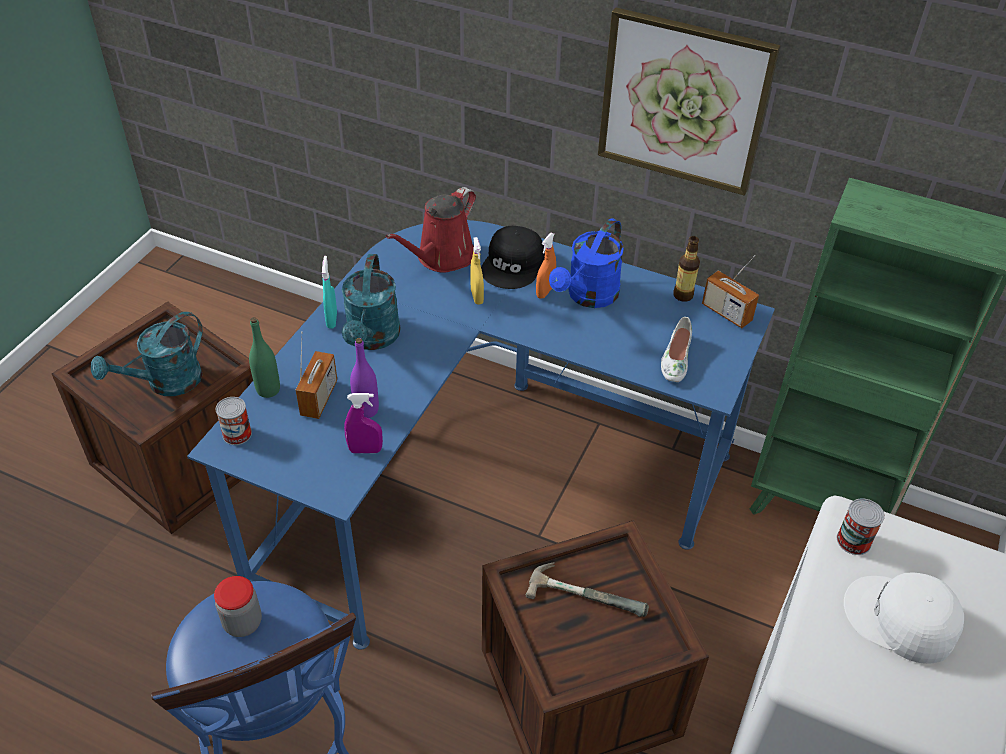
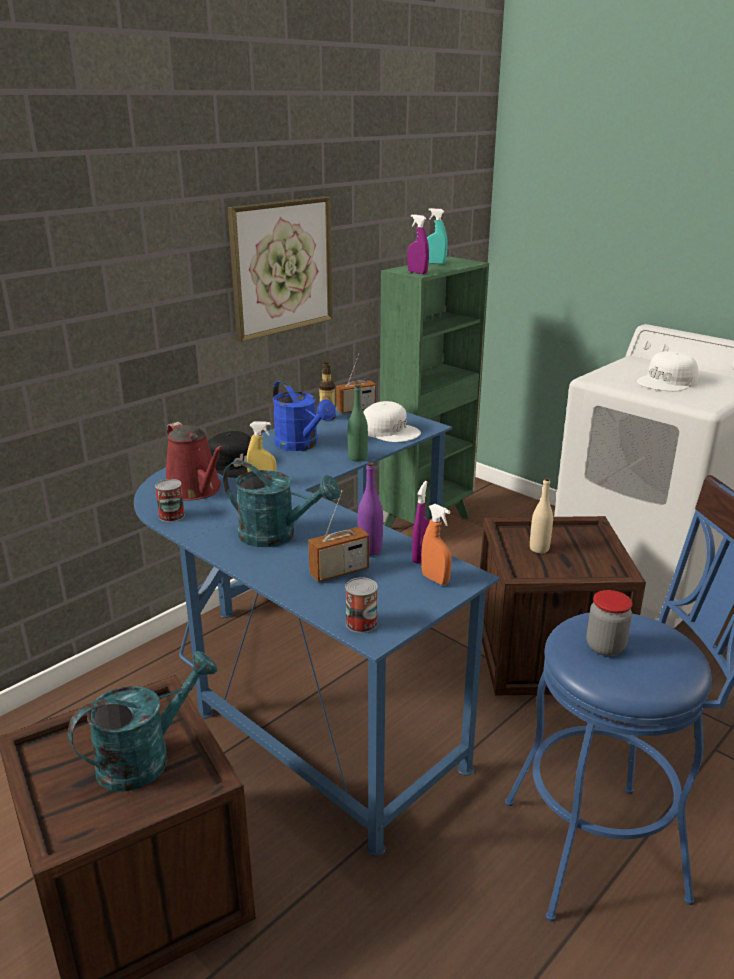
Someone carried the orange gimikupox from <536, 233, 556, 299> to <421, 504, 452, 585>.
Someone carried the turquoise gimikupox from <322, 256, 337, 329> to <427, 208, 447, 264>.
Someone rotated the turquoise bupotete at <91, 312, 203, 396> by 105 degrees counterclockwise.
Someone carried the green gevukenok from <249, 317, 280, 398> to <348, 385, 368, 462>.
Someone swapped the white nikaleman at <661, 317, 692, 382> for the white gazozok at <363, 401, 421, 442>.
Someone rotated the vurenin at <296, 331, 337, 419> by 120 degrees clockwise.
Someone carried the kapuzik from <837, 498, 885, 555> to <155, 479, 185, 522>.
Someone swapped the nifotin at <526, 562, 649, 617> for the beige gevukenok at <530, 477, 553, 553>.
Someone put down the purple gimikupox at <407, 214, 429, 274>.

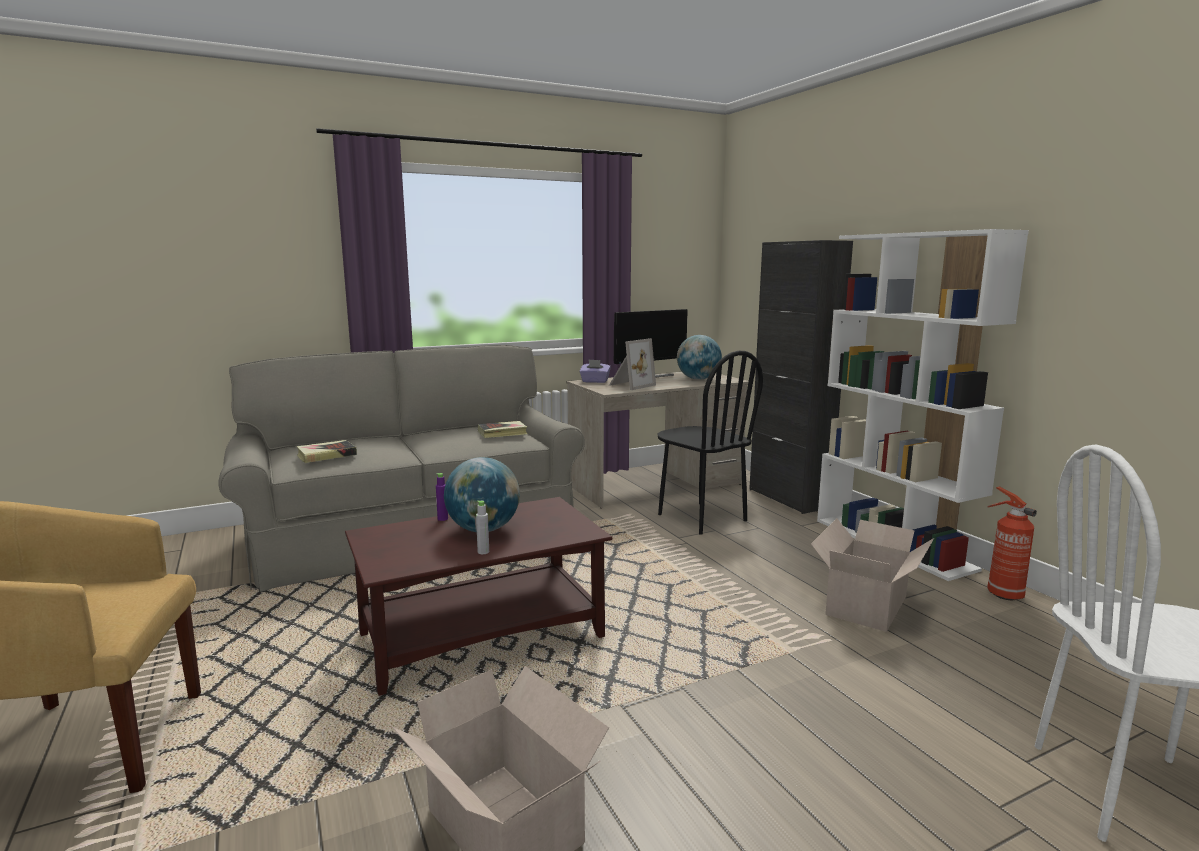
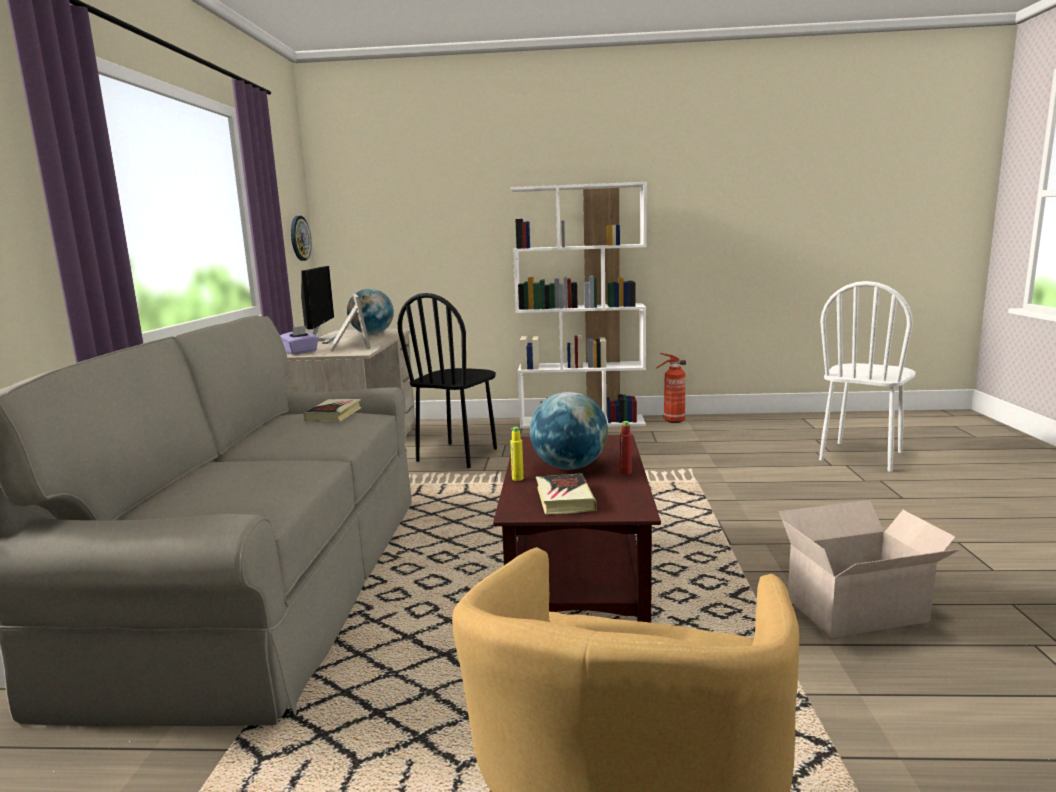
Someone took away the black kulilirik at <749, 240, 853, 514>.
Someone rotated the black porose at <658, 351, 763, 535> by 120 degrees clockwise.
Someone carried the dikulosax from <296, 440, 357, 463> to <536, 473, 597, 515>.
Someone repainted the purple gevukenok at <436, 473, 448, 521>, which became the yellow gevukenok at <510, 427, 524, 481>.
Someone repainted the grey gevukenok at <476, 501, 489, 554>, which became the red gevukenok at <620, 421, 632, 474>.
Someone took away the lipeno at <811, 518, 934, 632>.
Someone put up the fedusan at <291, 216, 312, 261>.

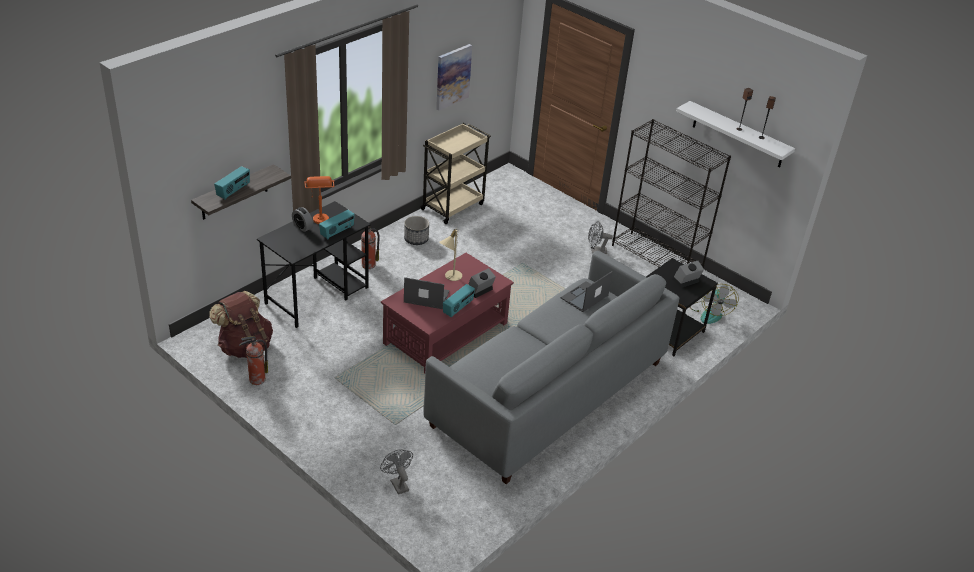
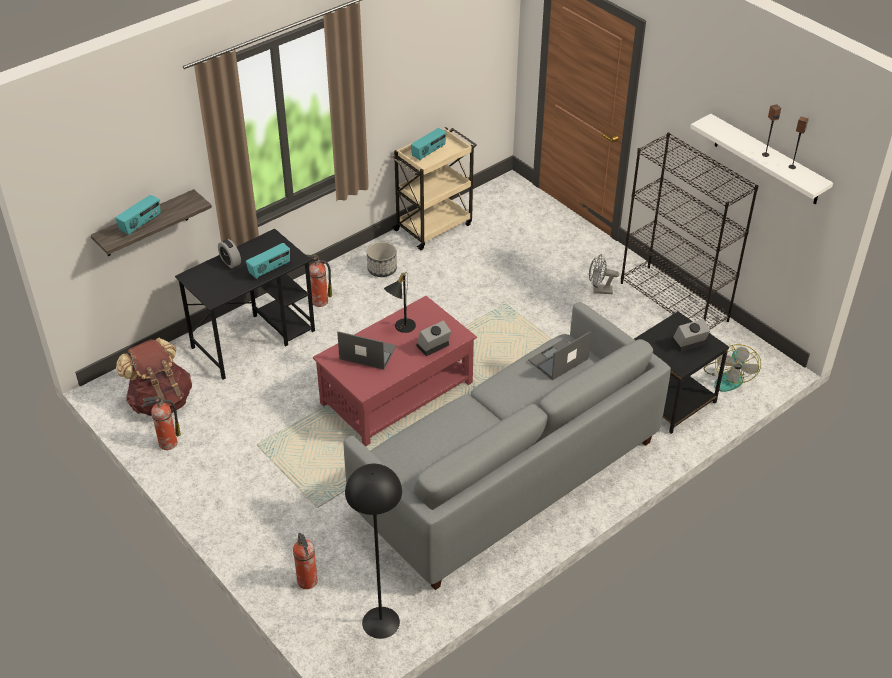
Someone took away the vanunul at <436, 44, 472, 111>.
Someone took away the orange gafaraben at <304, 176, 334, 224>.
Someone repainted the beige gafaraben at <439, 228, 462, 281>, which became the black gafaraben at <384, 273, 416, 333>.
Someone carried the vurenin from <443, 284, 475, 317> to <411, 128, 446, 161>.
Someone swapped the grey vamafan at <380, 449, 413, 495> for the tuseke at <293, 533, 318, 589>.
Someone put down the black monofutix at <345, 464, 402, 639>.

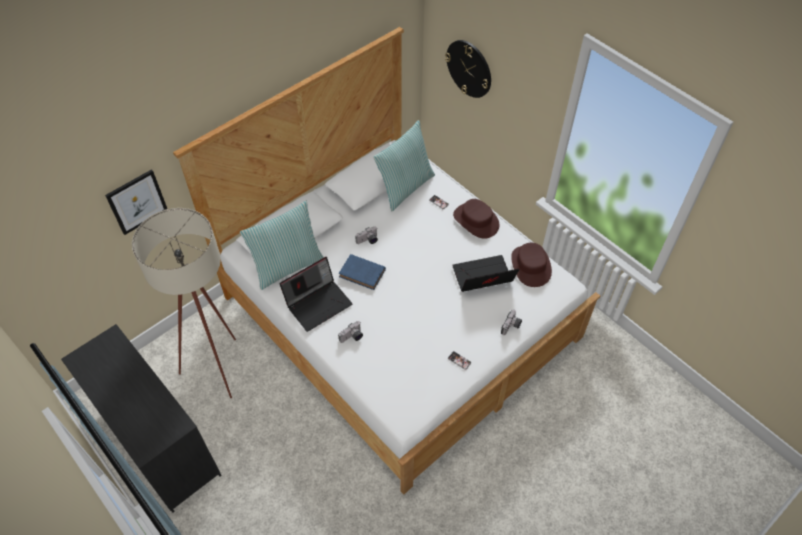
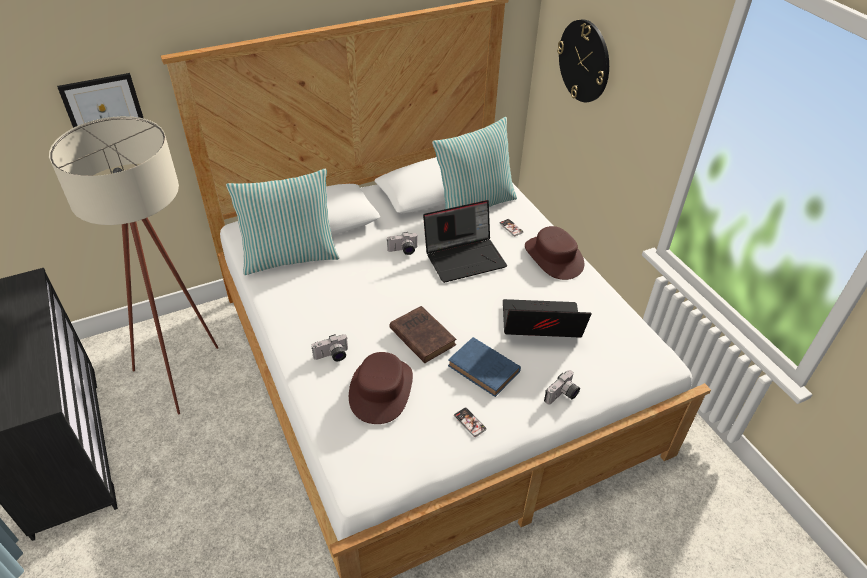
Someone carried the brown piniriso from <511, 243, 552, 287> to <349, 352, 413, 424>.
Someone carried the blue dikulosax from <339, 254, 386, 290> to <448, 337, 521, 397>.
Someone carried the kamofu from <280, 257, 352, 332> to <423, 200, 507, 283>.
Someone put down the brown dikulosax at <390, 306, 456, 363>.

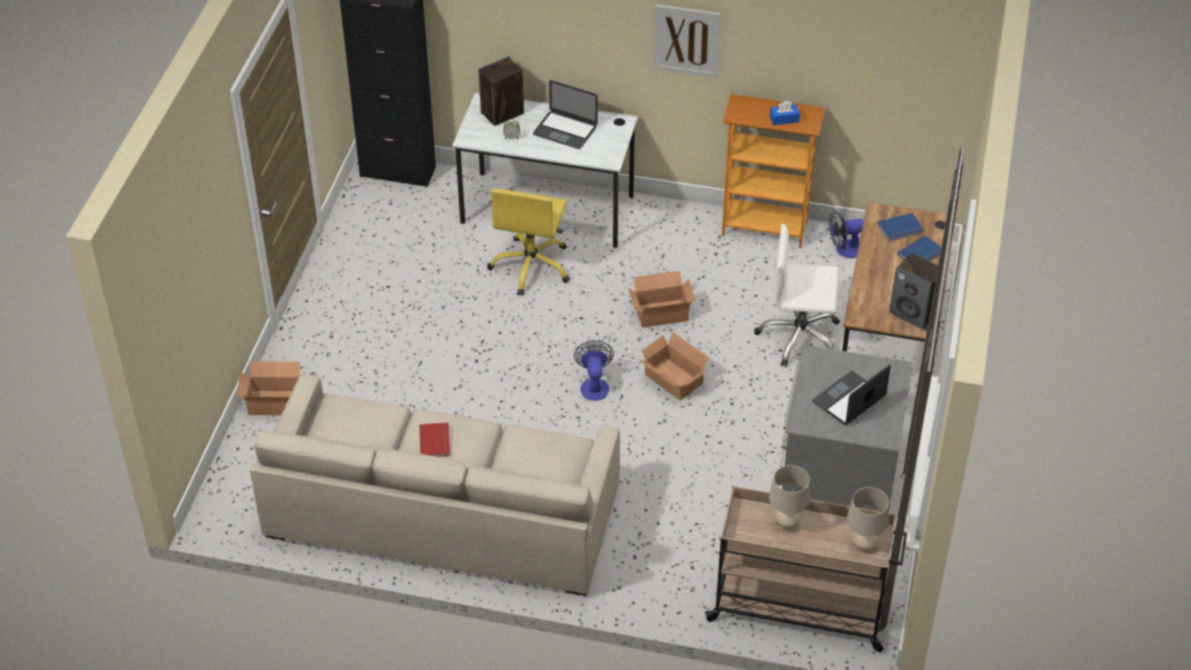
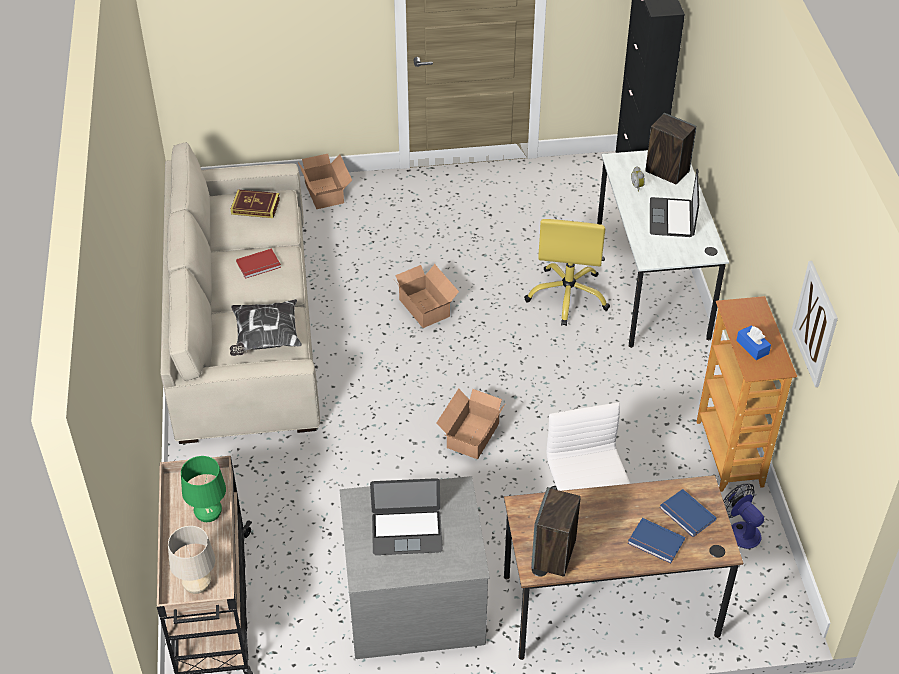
Someone carried the vanunul from <654, 4, 721, 78> to <792, 261, 838, 387>.
Someone rotated the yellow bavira at <487, 189, 570, 296> by 75 degrees counterclockwise.
Someone carried the lipeno from <628, 271, 695, 328> to <395, 264, 459, 328>.
Someone took away the vamafan at <574, 340, 614, 401>.
Someone rotated the kamofu at <812, 364, 891, 425> by 150 degrees clockwise.
Someone repainted the beige gafaraben at <769, 465, 810, 528>, which became the green gafaraben at <181, 456, 226, 522>.
Someone put down the dikulosax at <231, 190, 280, 218>.
Someone put down the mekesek at <230, 299, 302, 356>.

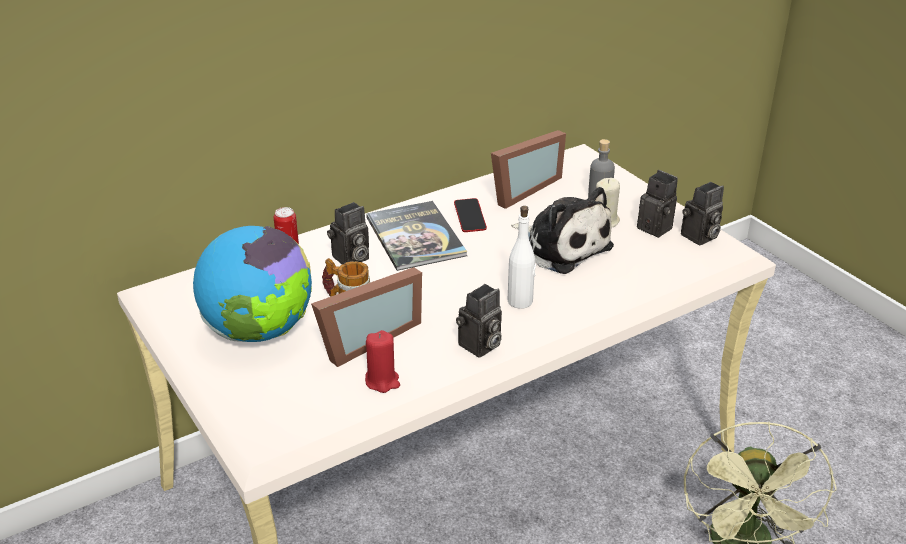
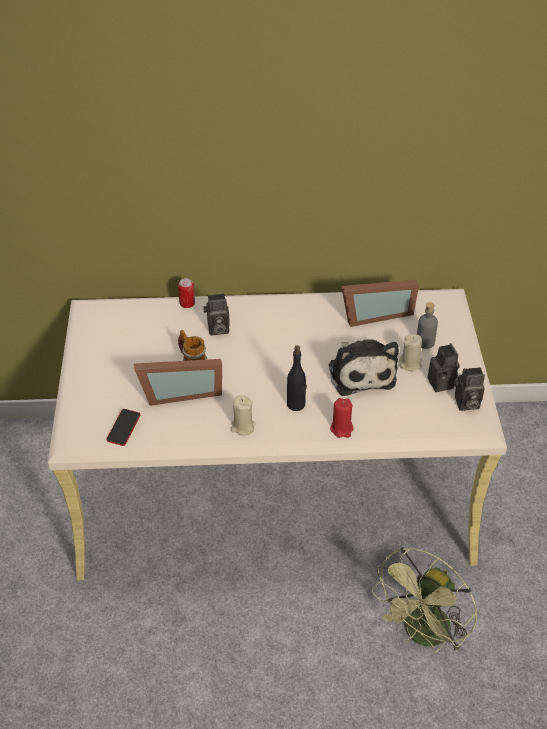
Someone carried the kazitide from <454, 198, 487, 232> to <106, 409, 141, 446>.
Someone took away the dikulosax at <366, 201, 467, 271>.
Someone repainted the white gevukenok at <508, 206, 536, 309>, which became the black gevukenok at <287, 345, 307, 411>.
Someone took away the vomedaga at <193, 226, 312, 342>.
Someone swapped the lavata at <456, 284, 502, 358> for the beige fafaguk at <230, 395, 255, 435>.
Someone carried the red fafaguk from <365, 330, 400, 393> to <330, 398, 353, 438>.

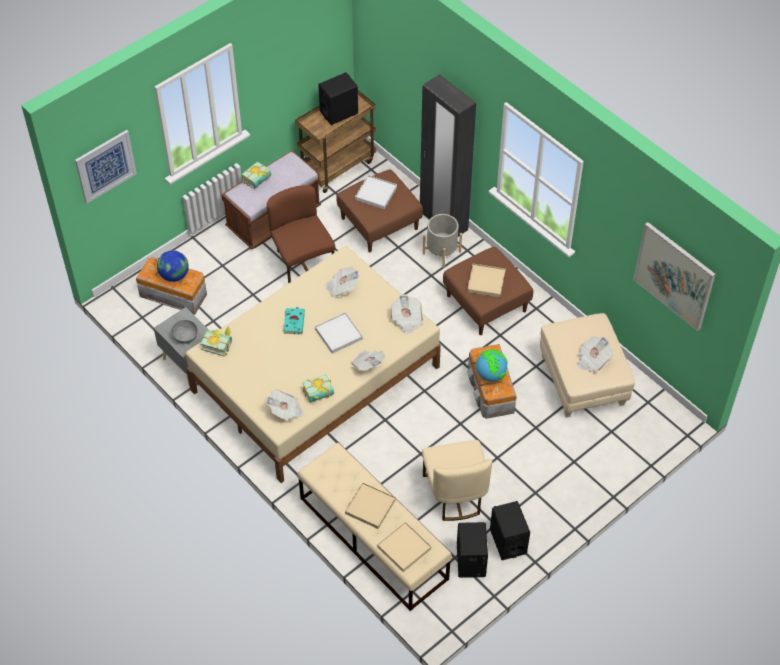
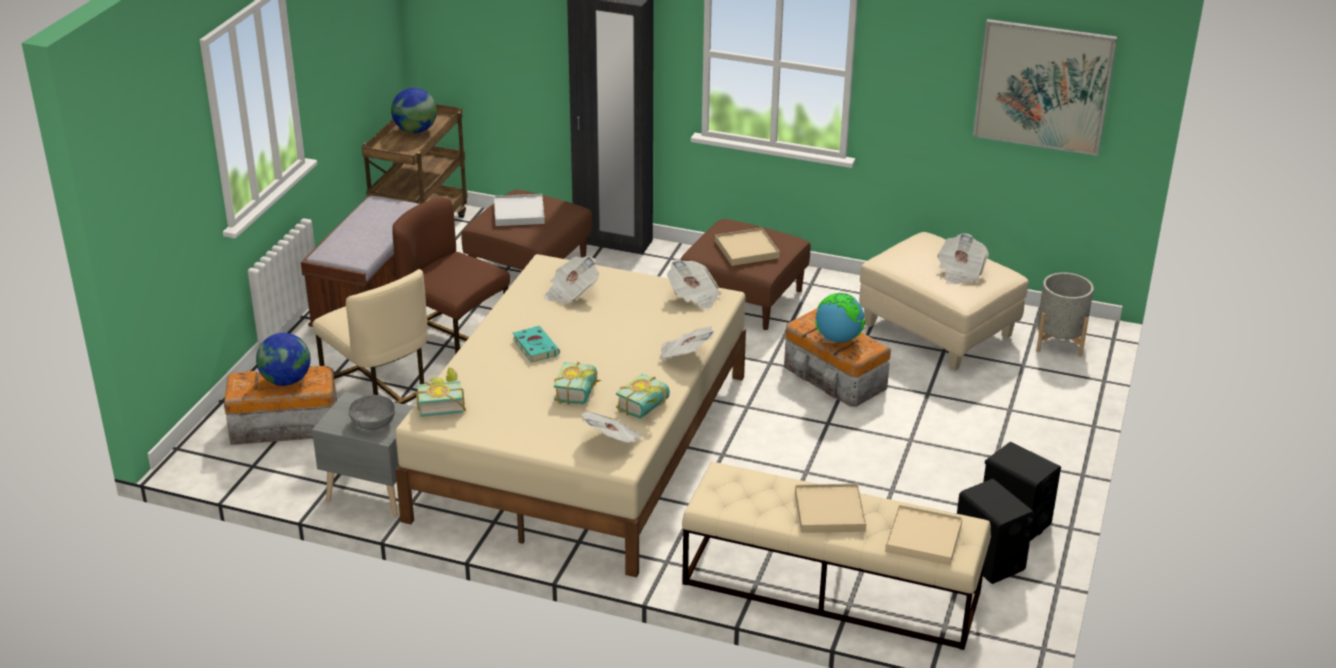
Someone swapped the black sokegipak at <318, 72, 358, 125> for the vomedaga at <391, 88, 437, 133>.
Someone took away the vanunul at <75, 130, 137, 204>.
Someone carried the dikulosax from <242, 162, 271, 189> to <554, 361, 601, 405>.
Someone carried the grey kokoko from <423, 214, 462, 268> to <1036, 272, 1094, 357>.
Someone took away the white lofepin at <315, 312, 363, 354>.
Someone carried the beige porose from <422, 440, 492, 521> to <313, 269, 428, 404>.

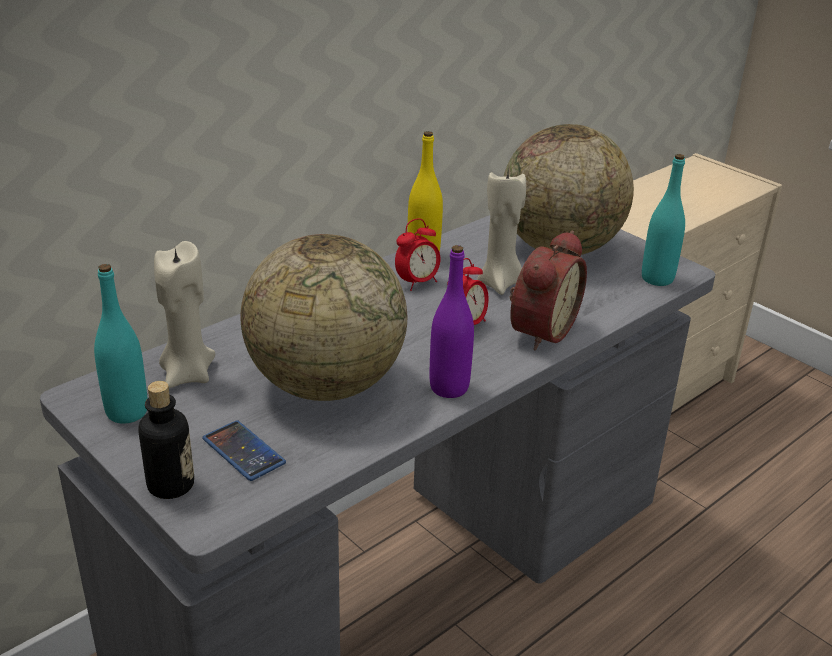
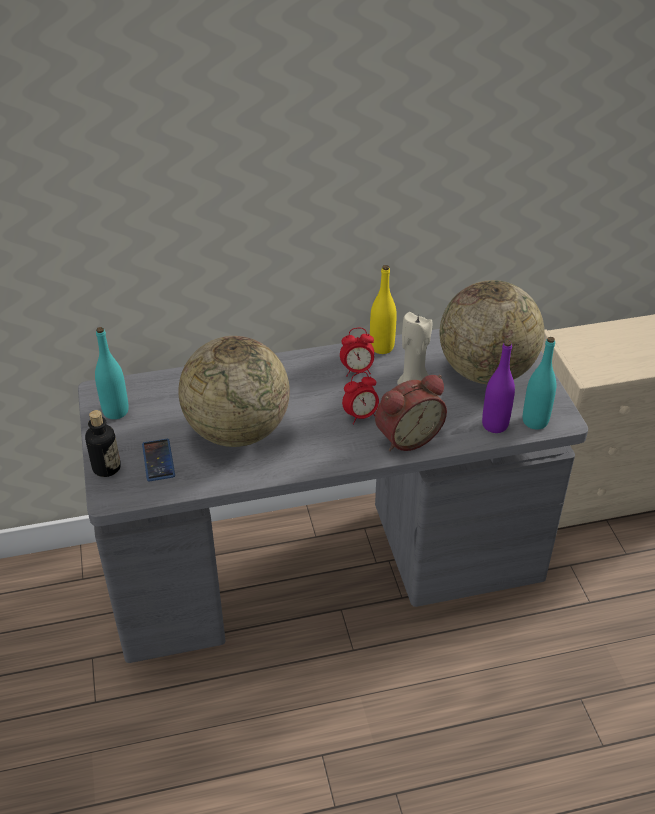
Someone took away the beige fafaguk at <154, 241, 215, 388>.
Someone carried the purple gevukenok from <430, 245, 474, 398> to <482, 340, 515, 433>.

